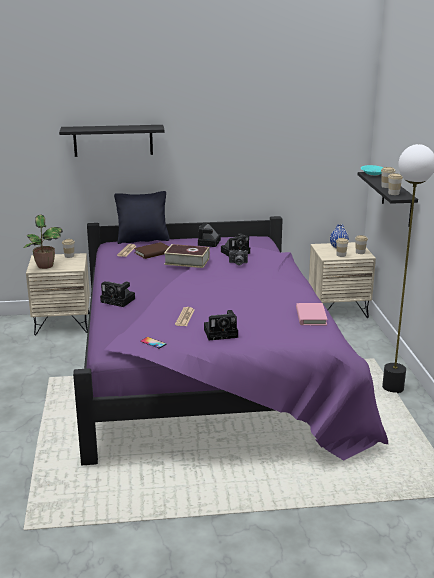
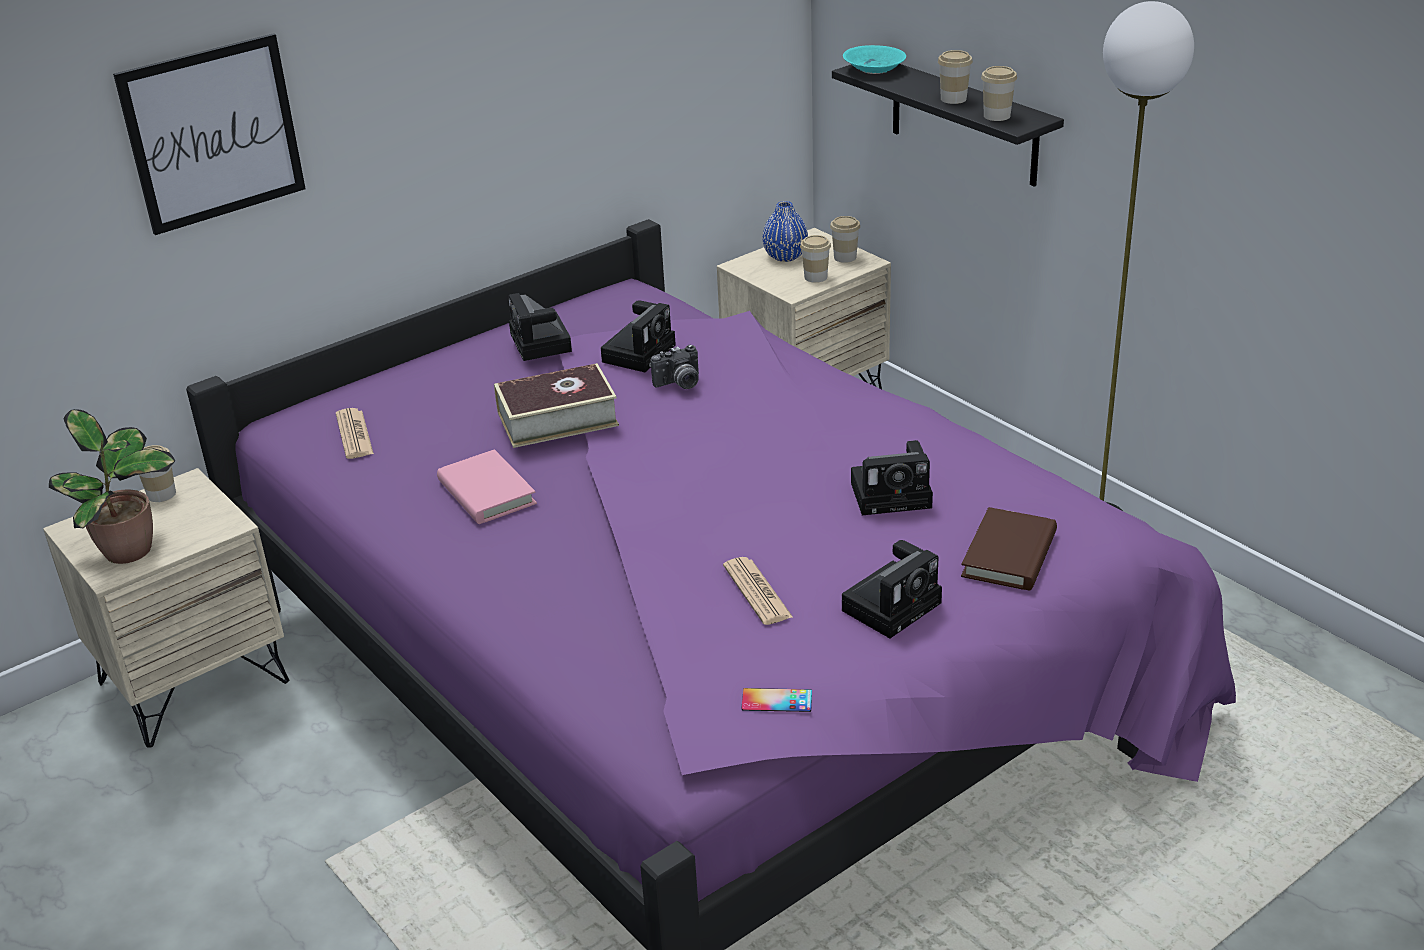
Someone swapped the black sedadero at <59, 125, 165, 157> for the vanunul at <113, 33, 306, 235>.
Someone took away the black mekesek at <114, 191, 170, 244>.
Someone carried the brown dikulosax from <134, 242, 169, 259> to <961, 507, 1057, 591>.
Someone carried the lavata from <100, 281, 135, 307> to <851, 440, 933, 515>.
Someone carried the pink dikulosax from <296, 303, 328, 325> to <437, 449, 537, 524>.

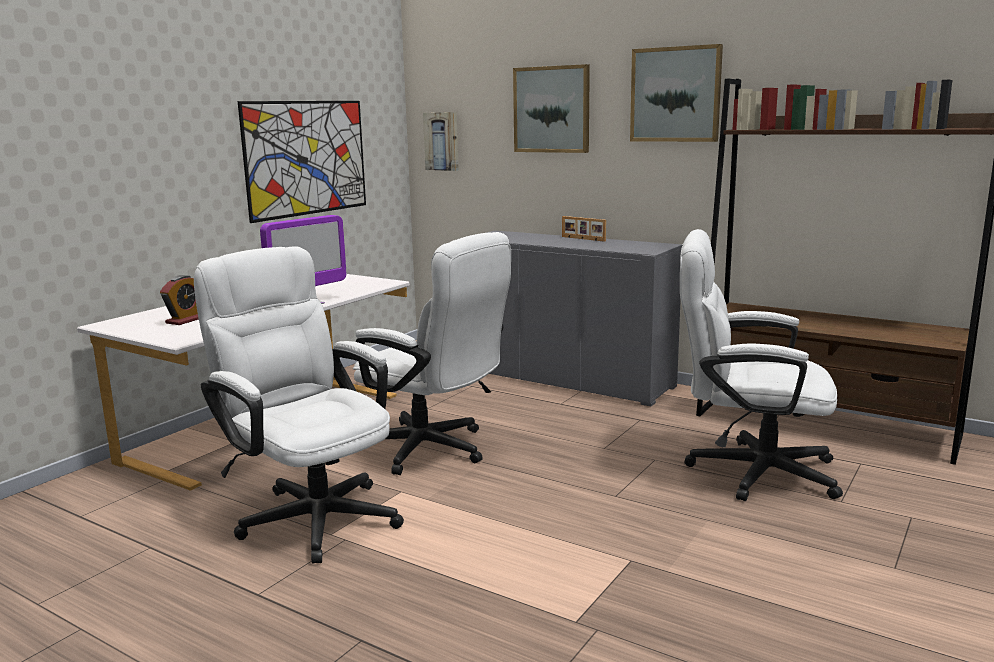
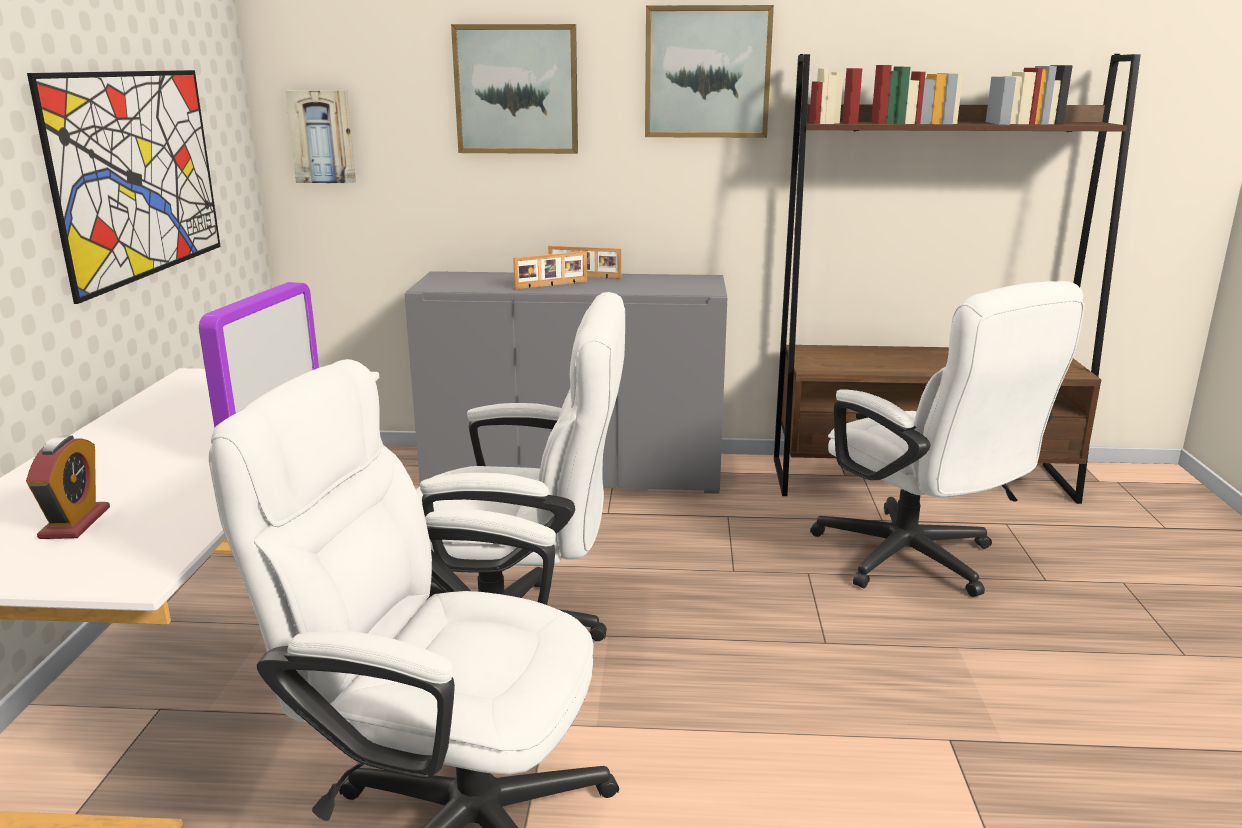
Someone rotated the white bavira at <680, 229, 843, 501> by 105 degrees counterclockwise.
Someone put down the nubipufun at <513, 251, 587, 289>.

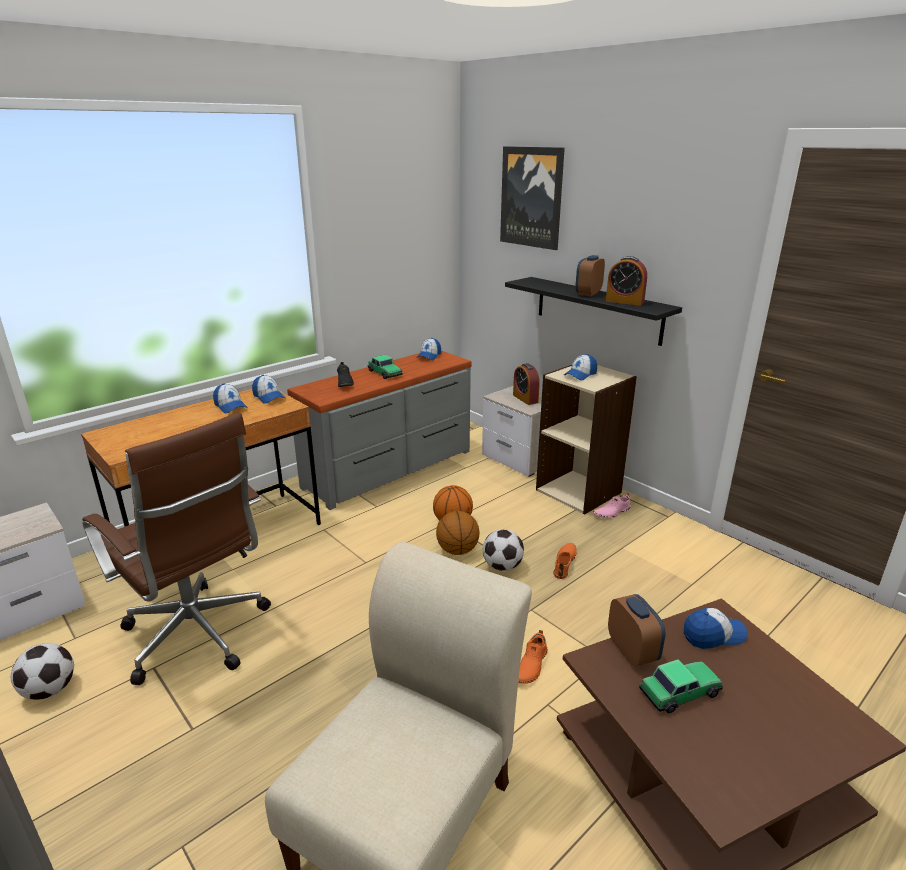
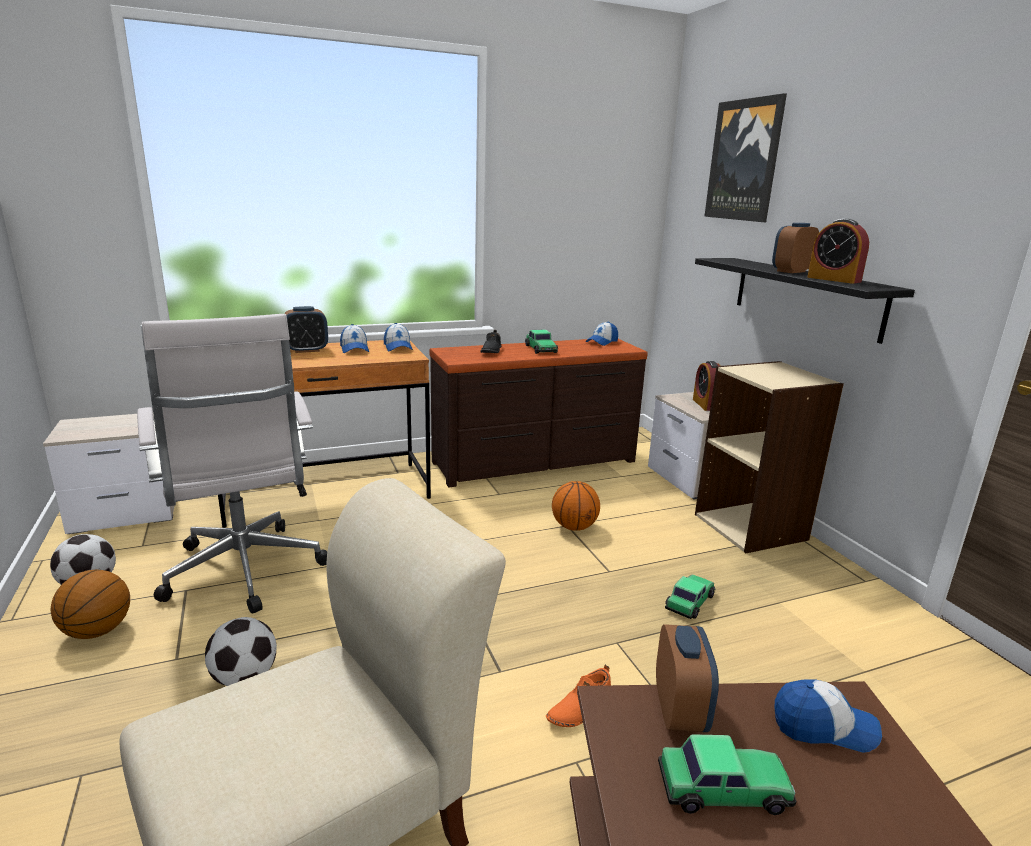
Someone repainted the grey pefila at <287, 351, 471, 510>, which became the brown pefila at <430, 339, 648, 487>.
Someone took away the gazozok at <564, 354, 597, 380>.
Someone repainted the brown bavira at <82, 412, 271, 685>, which became the white bavira at <137, 314, 327, 614>.
Someone took away the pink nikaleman at <593, 493, 631, 518>.
Someone carried the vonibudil from <436, 511, 480, 555> to <51, 570, 130, 639>.
Someone carried the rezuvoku from <483, 529, 524, 571> to <205, 617, 277, 686>.
Someone swapped the orange nikaleman at <553, 543, 577, 579> for the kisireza at <665, 574, 716, 619>.
Someone put down the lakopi at <284, 306, 328, 353>.

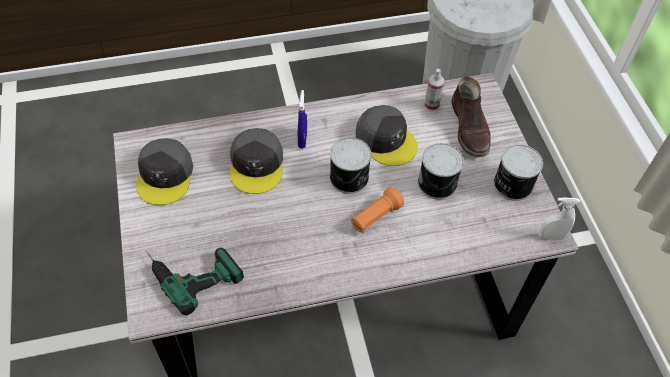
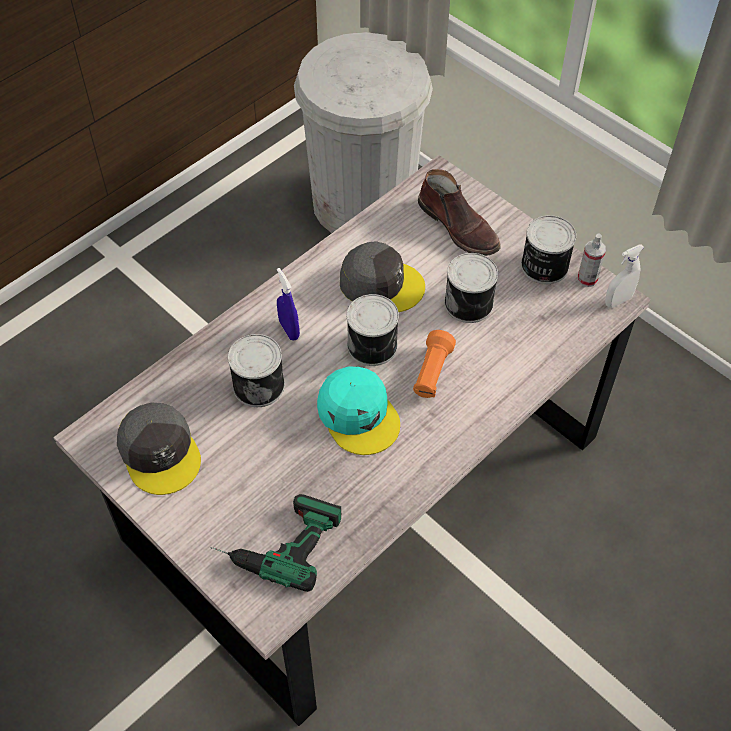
Someone carried the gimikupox from <424, 69, 444, 111> to <578, 233, 606, 287>.
Someone swapped the grey gazozok at <230, 128, 283, 194> for the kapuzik at <228, 334, 285, 407>.
Someone put down the turquoise gazozok at <317, 367, 400, 455>.

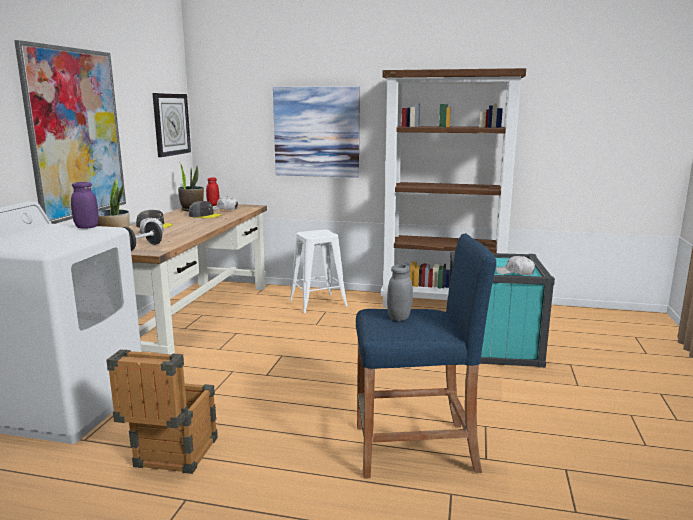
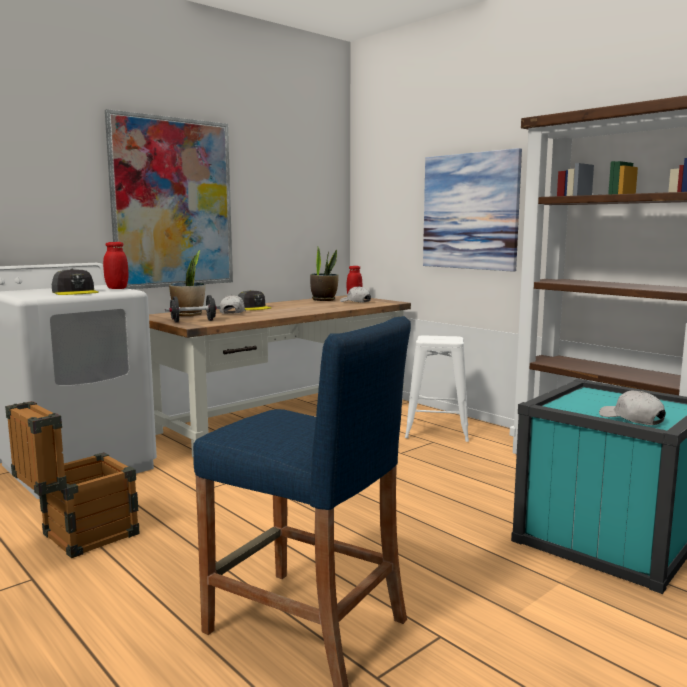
Someone took away the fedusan at <152, 93, 191, 157>.
Someone repainted the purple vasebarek at <71, 182, 98, 229>, which became the red vasebarek at <103, 242, 128, 289>.
Someone carried the grey gazozok from <189, 201, 221, 218> to <52, 269, 99, 295>.
Someone took away the grey vasebarek at <387, 264, 413, 321>.

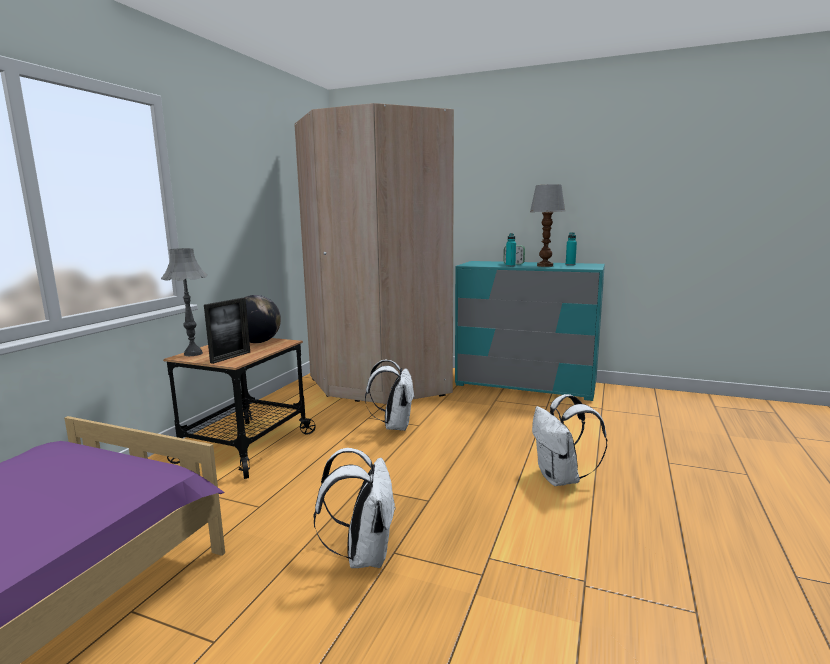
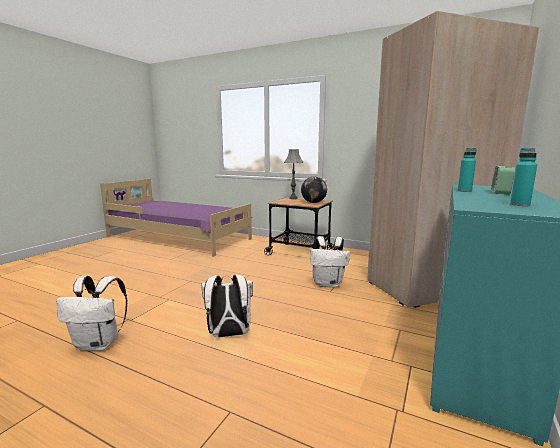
Someone took away the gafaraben at <530, 184, 565, 267>.
Someone took away the nubipufun at <204, 298, 250, 364>.
Someone carried the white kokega from <313, 448, 396, 568> to <56, 276, 128, 351>.

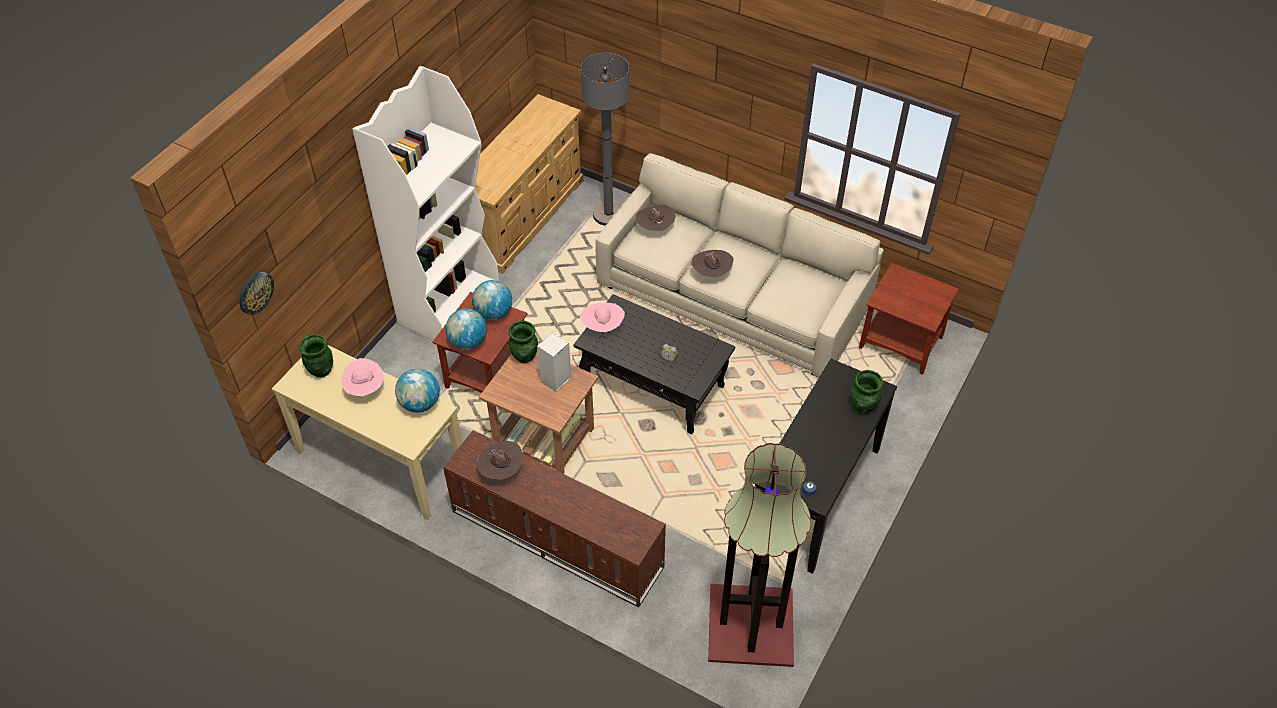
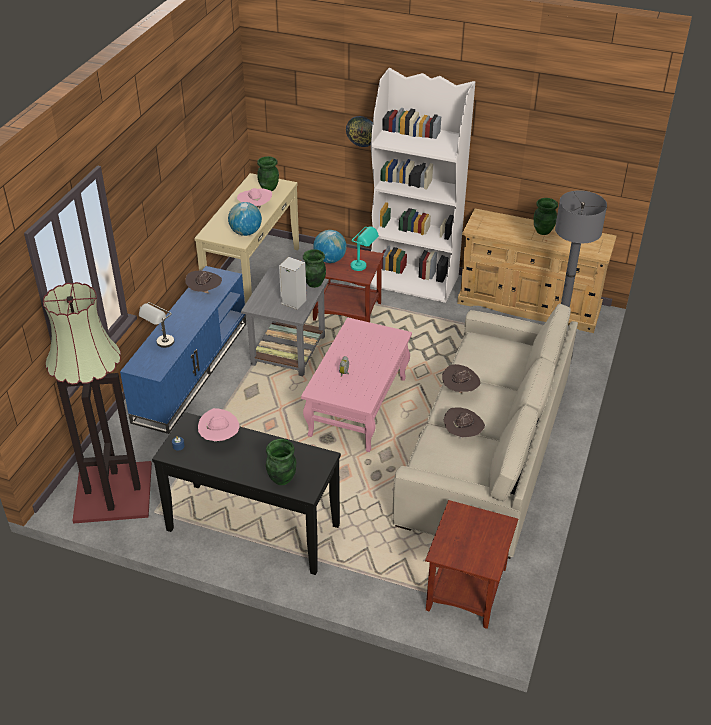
Someone carried the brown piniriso from <636, 205, 676, 231> to <444, 408, 485, 439>.
Someone carried the fedusan from <239, 272, 274, 315> to <346, 116, 373, 147>.
Someone swapped the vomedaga at <472, 280, 512, 320> for the turquoise gafaraben at <351, 226, 379, 271>.
Someone repainted the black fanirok at <573, 294, 735, 435>, which became the pink fanirok at <301, 317, 412, 452>.
Someone carried the pink piniriso from <580, 303, 625, 332> to <198, 408, 239, 442>.
Someone repainted the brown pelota at <479, 351, 598, 474>, which became the grey pelota at <241, 268, 329, 376>.
Someone repainted the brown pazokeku at <443, 430, 666, 608>, which became the blue pazokeku at <120, 266, 246, 434>.
Someone put down the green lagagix at <534, 198, 558, 235>.
Someone put down the grey gafaraben at <139, 302, 174, 348>.

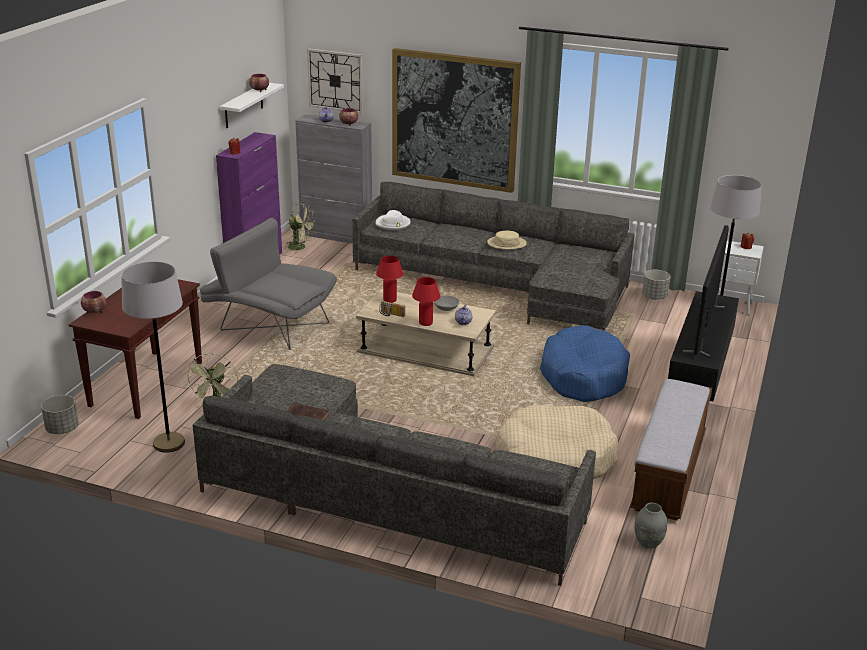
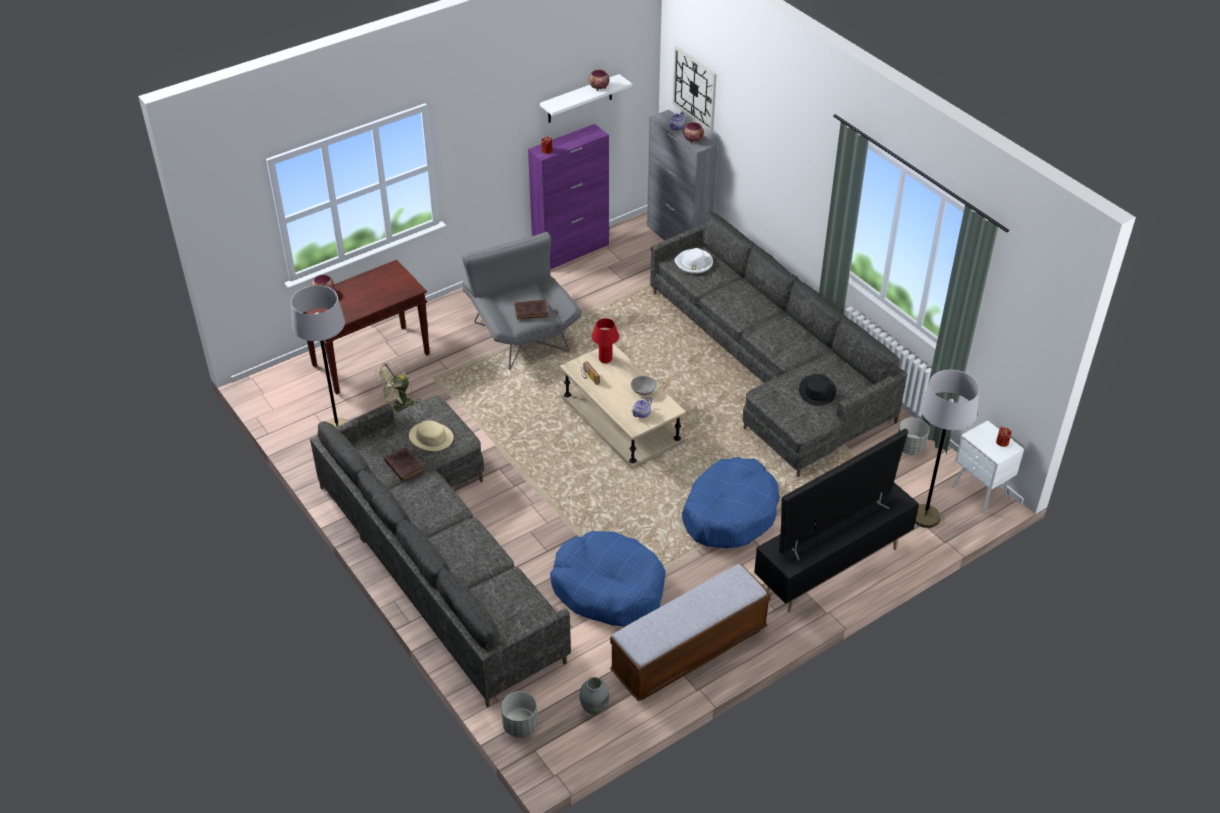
Someone took away the vanunul at <392, 48, 521, 193>.
Someone took away the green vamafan at <286, 203, 315, 254>.
Someone carried the beige piniriso from <487, 231, 527, 250> to <409, 420, 454, 451>.
Someone took away the red gafaraben at <412, 277, 440, 326>.
Someone carried the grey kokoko from <41, 395, 79, 434> to <501, 691, 538, 737>.
Someone repainted the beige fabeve at <495, 405, 618, 479>, which became the blue fabeve at <550, 531, 666, 627>.
Someone put down the brown dikulosax at <514, 299, 548, 320>.
Someone put down the black piniriso at <799, 374, 836, 406>.

